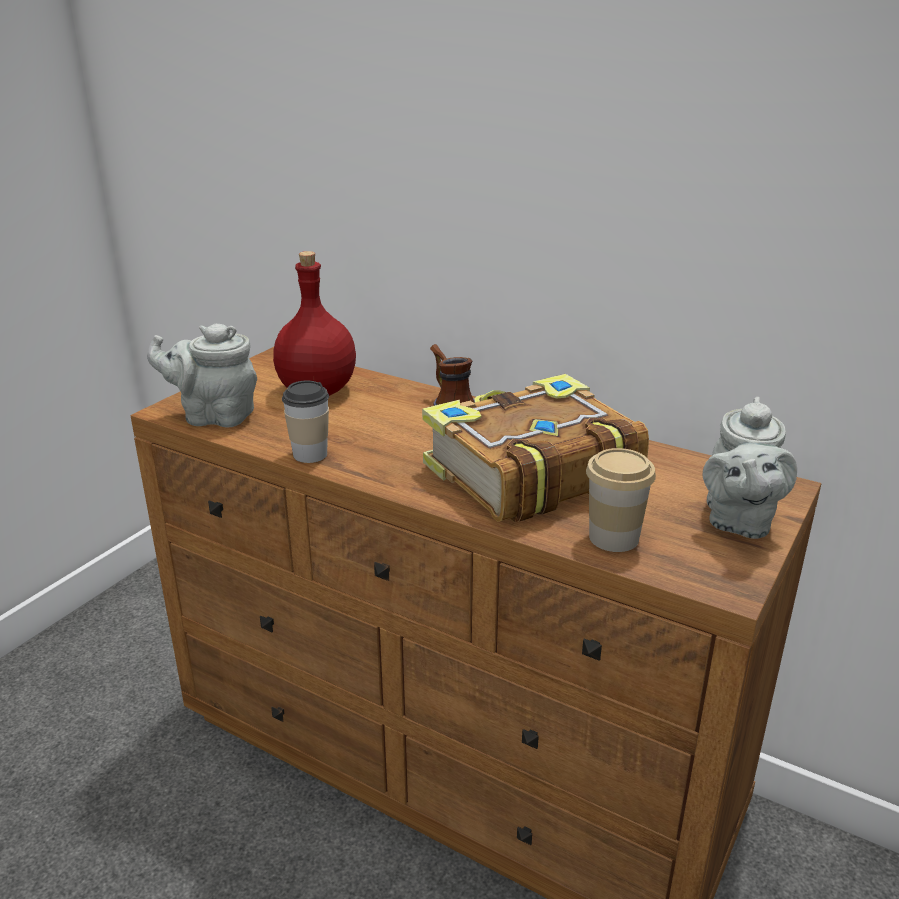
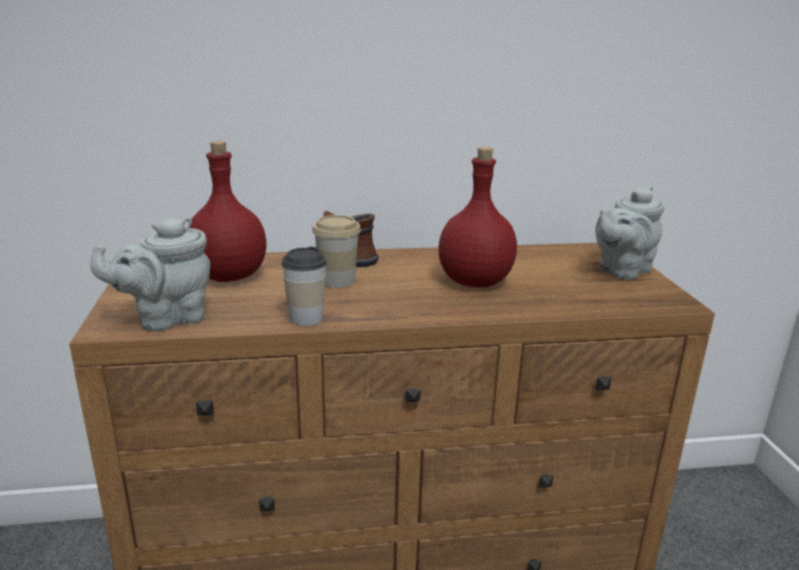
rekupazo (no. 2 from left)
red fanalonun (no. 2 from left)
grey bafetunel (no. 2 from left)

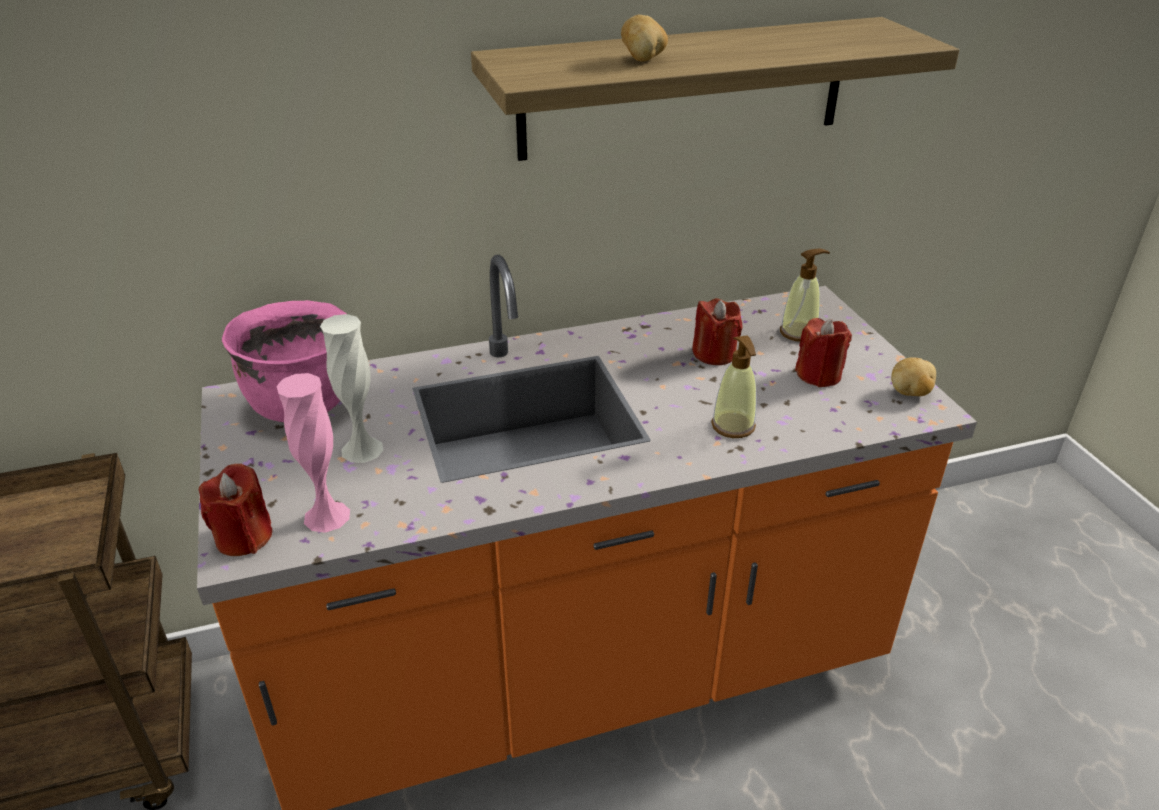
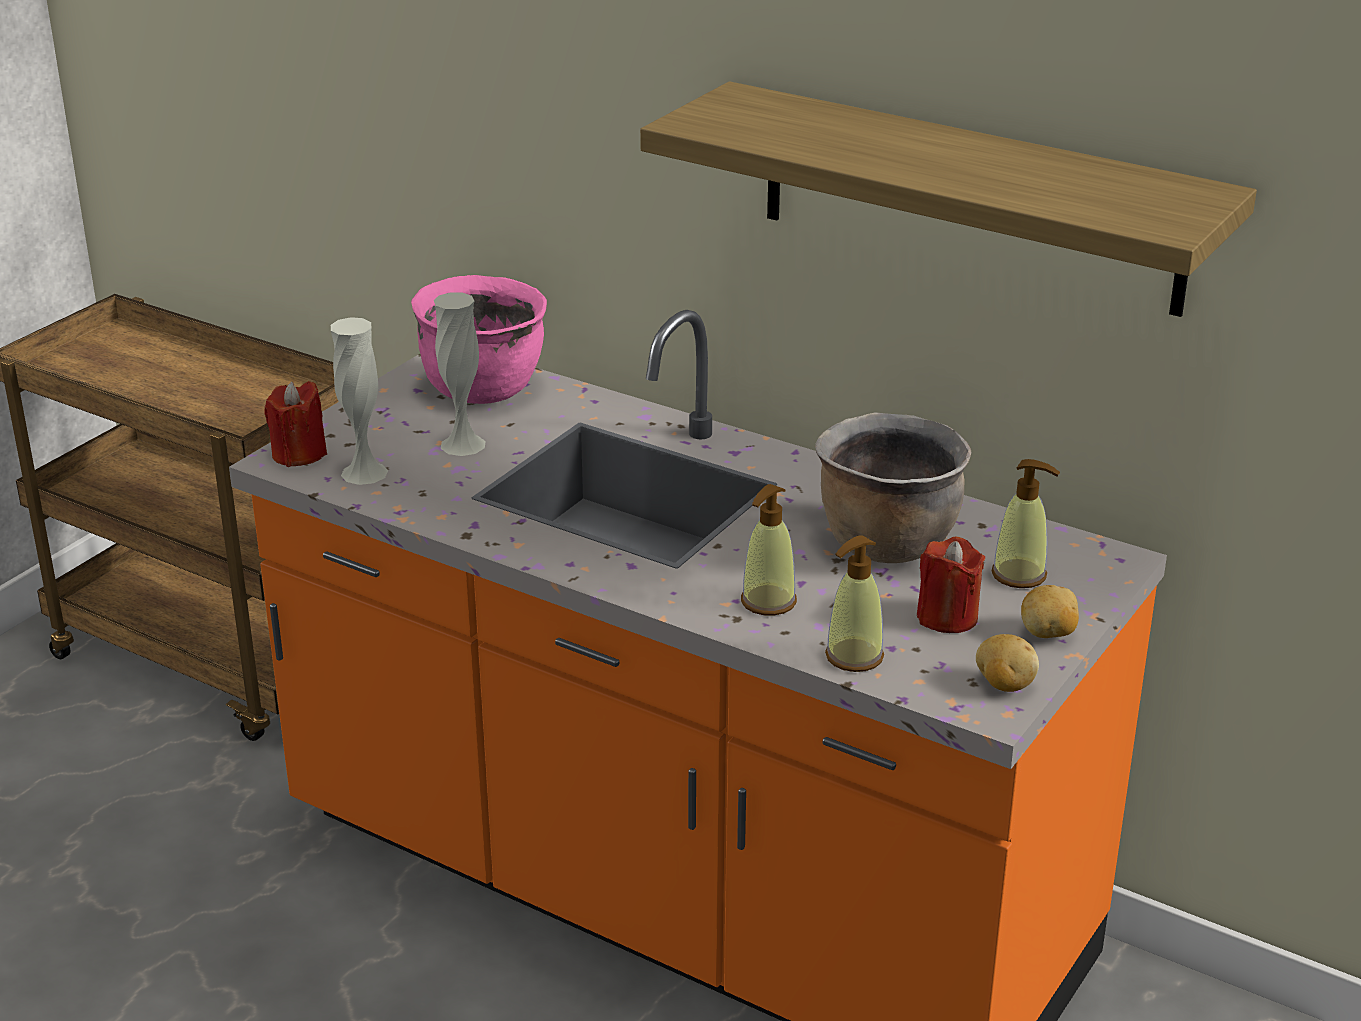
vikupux (no. 2 from left)
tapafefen (no. 2 from left)
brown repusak
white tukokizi (no. 1 from left)

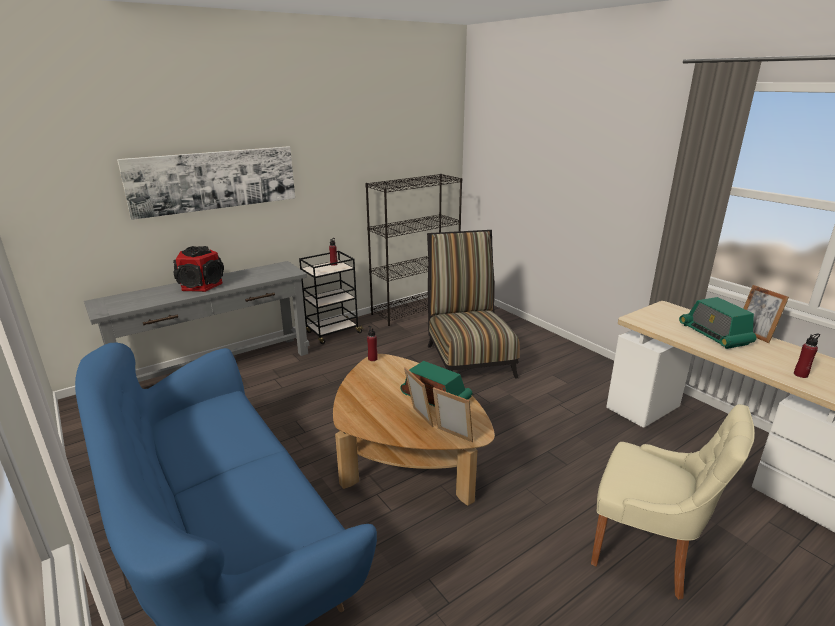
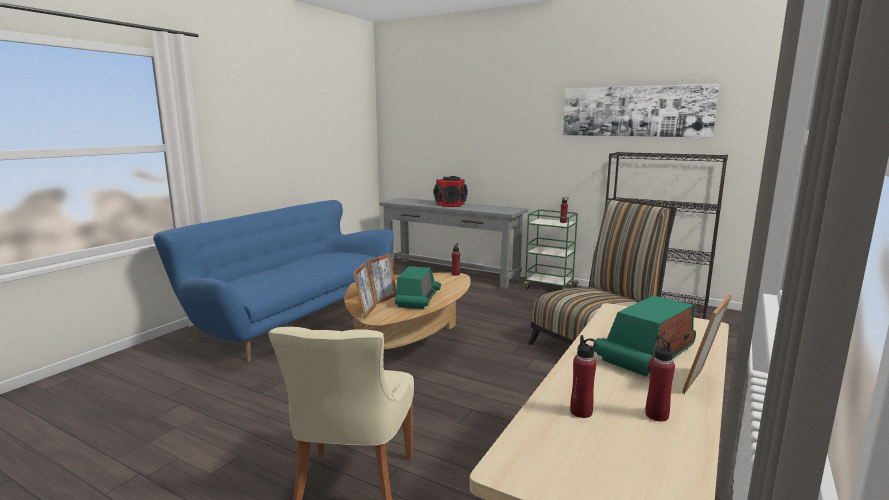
red fanalonun (no. 4 from left)
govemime
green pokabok

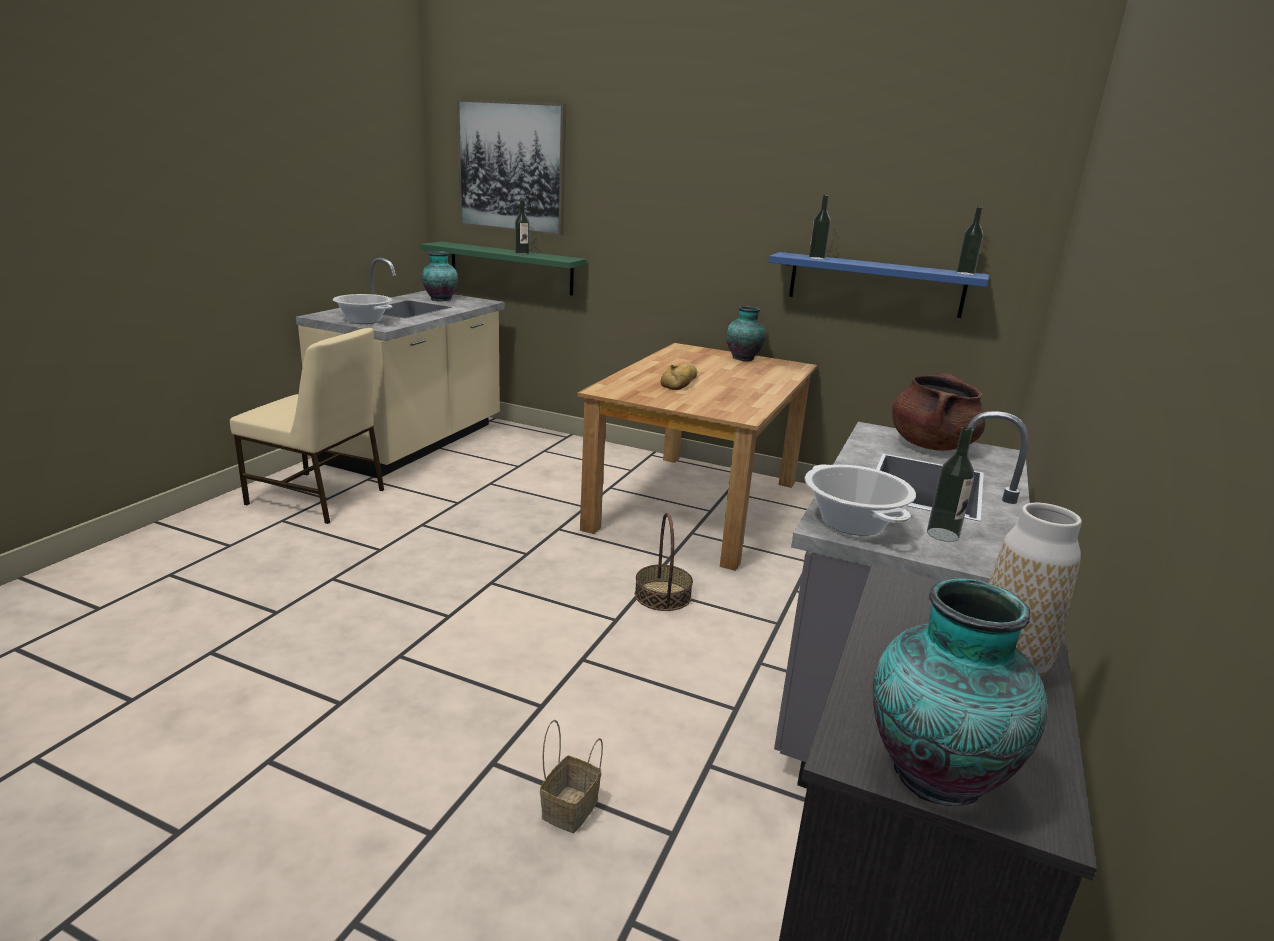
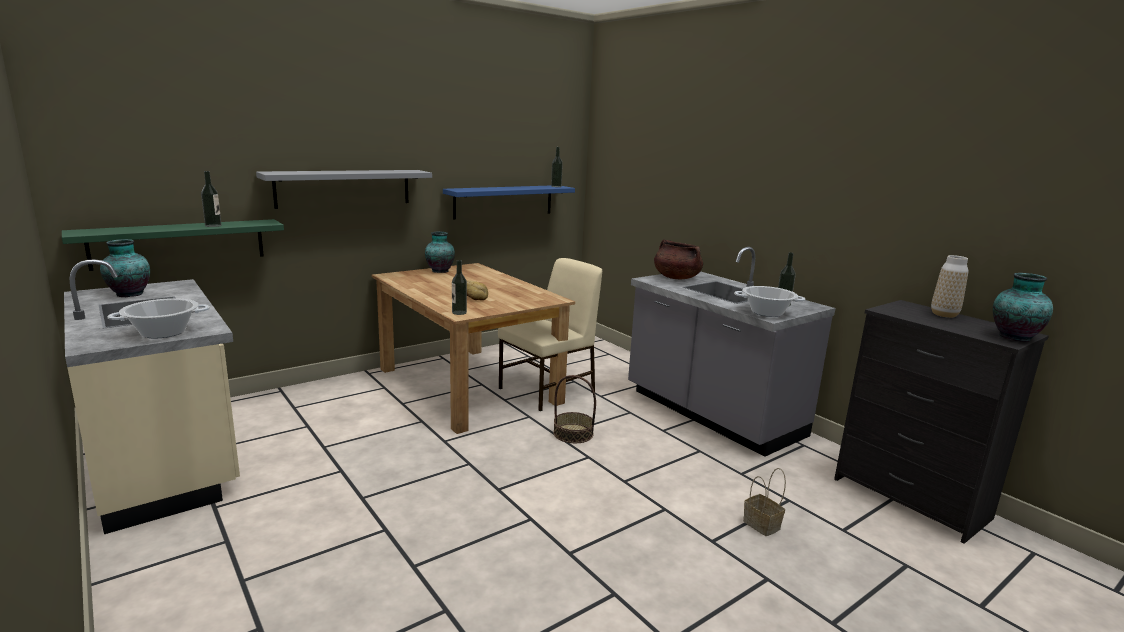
govemime
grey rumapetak
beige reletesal
fanalonun (no. 2 from left)

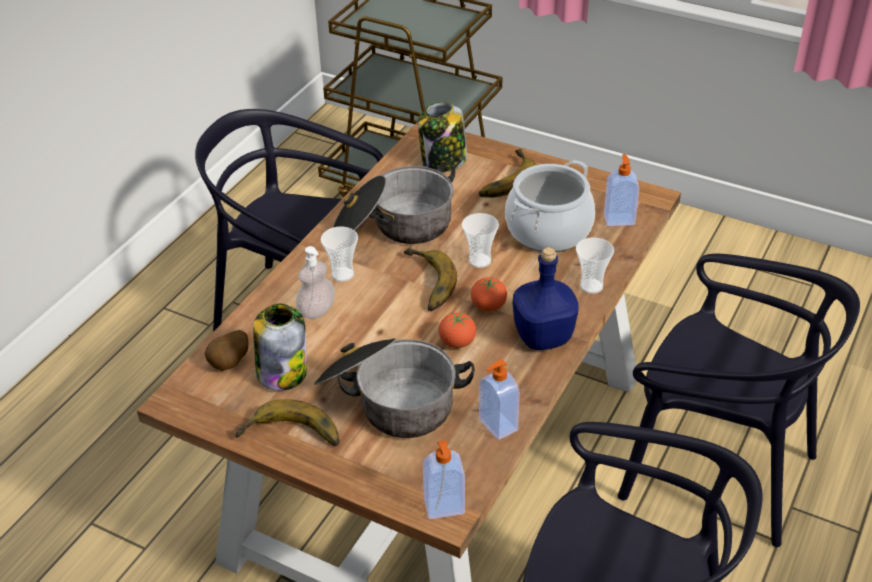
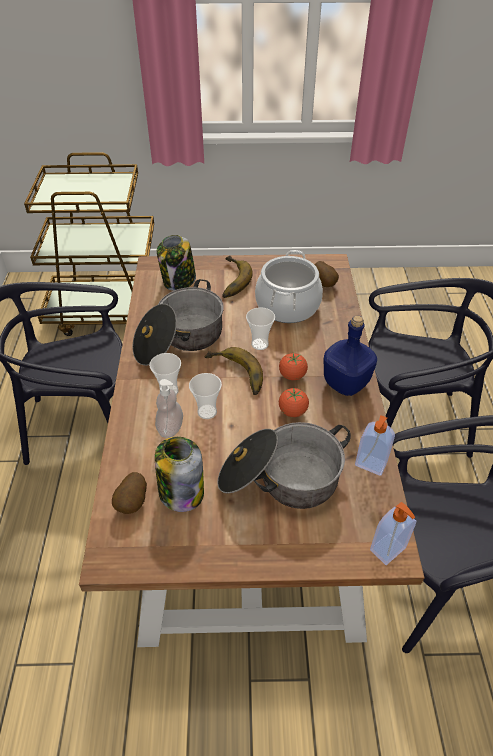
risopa (no. 1 from left in the first image)
rekupazo (no. 2 from left)
tapafefen (no. 2 from left)

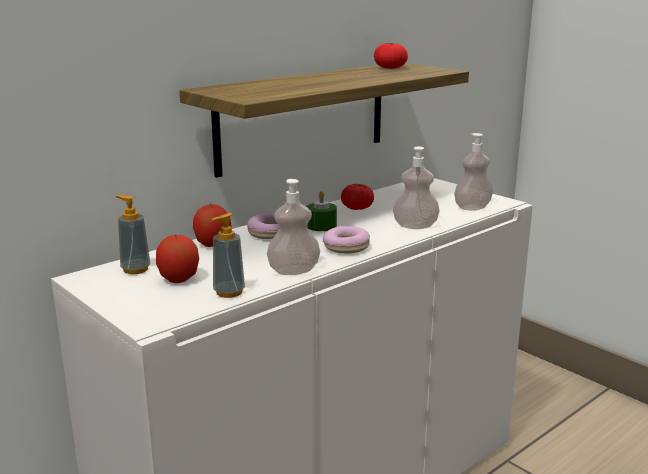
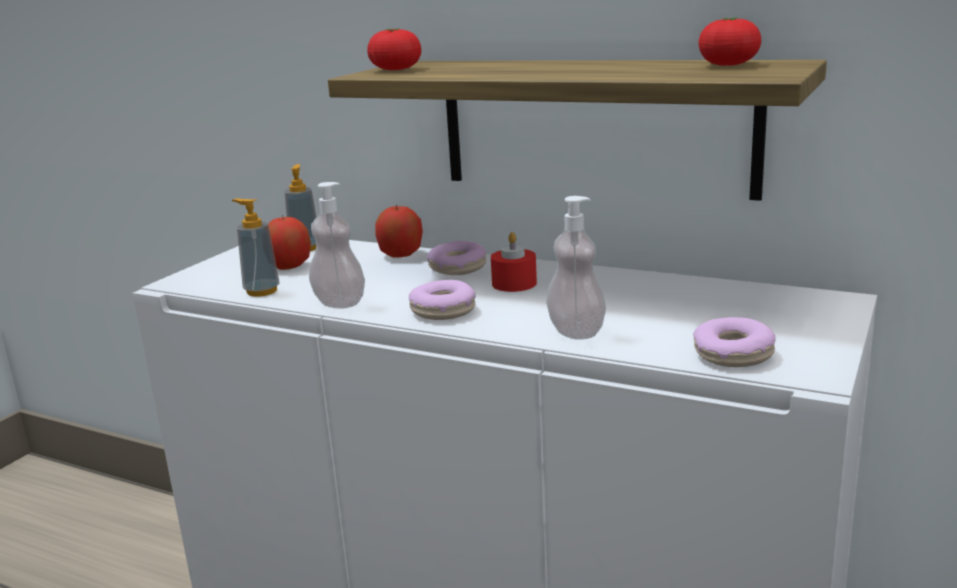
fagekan (no. 1 from left)
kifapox (no. 3 from left)
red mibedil

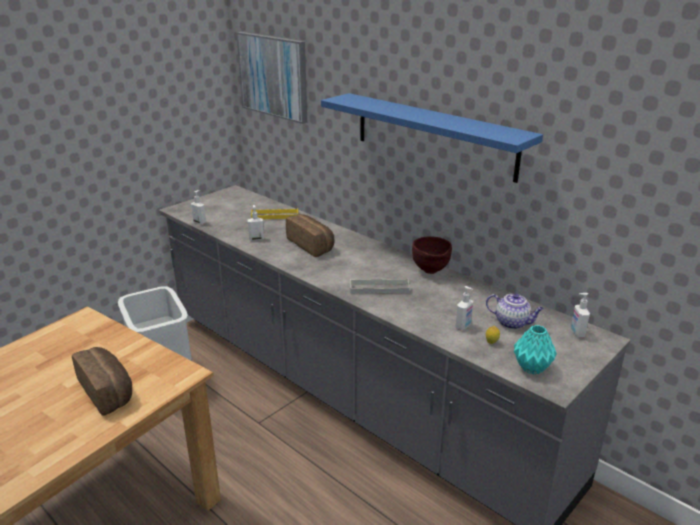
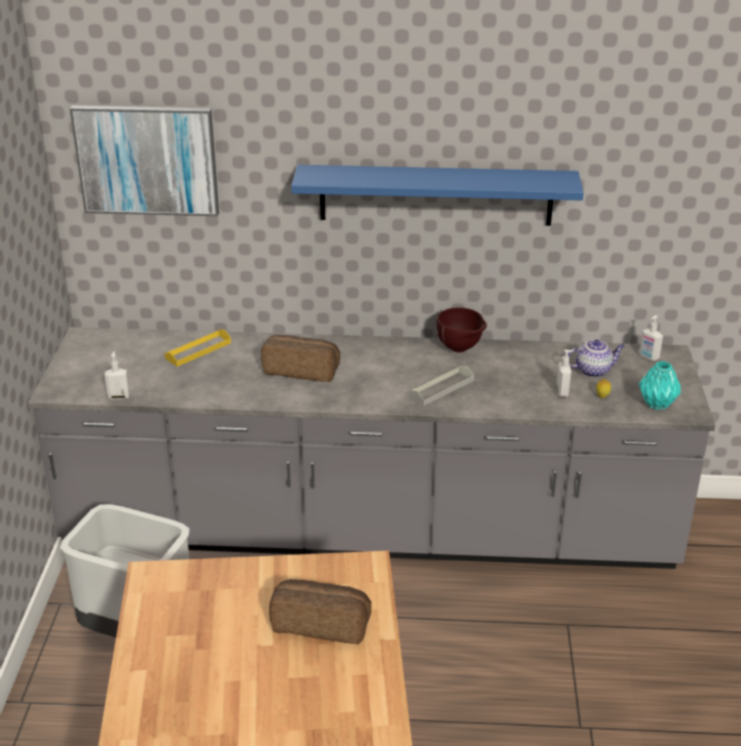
vikupux (no. 2 from left in the first image)

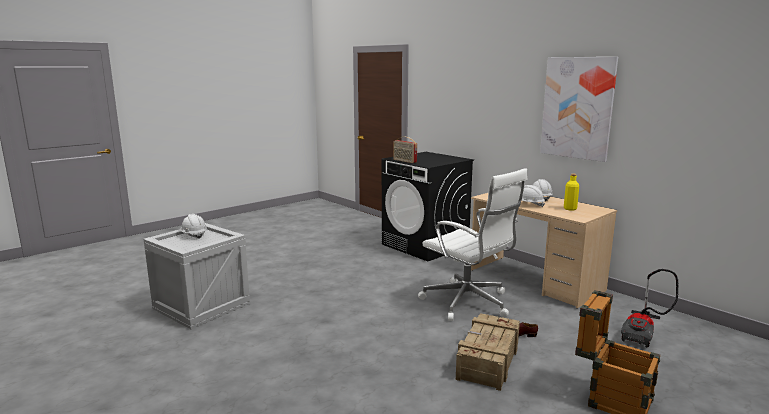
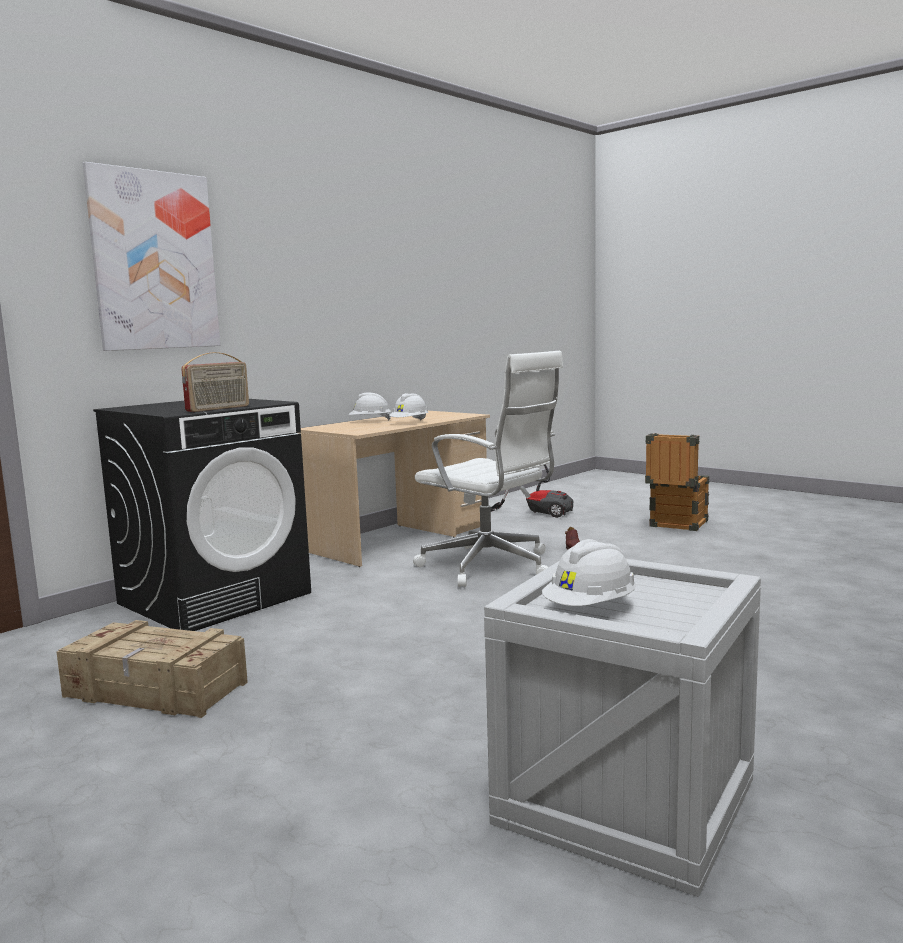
yellow fanalonun
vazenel (no. 1 from left)
govemime
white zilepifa

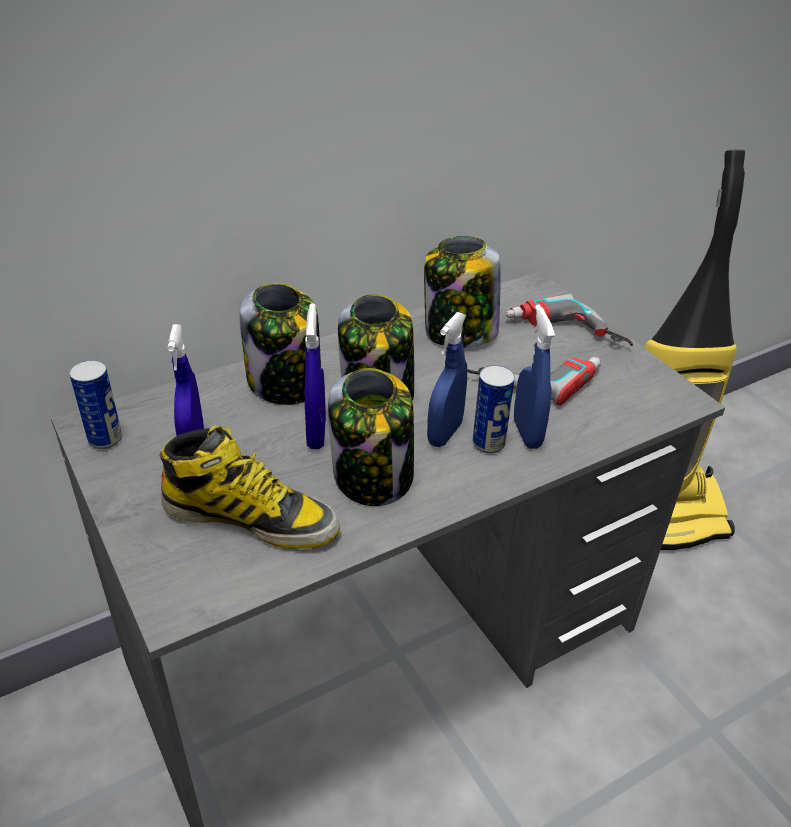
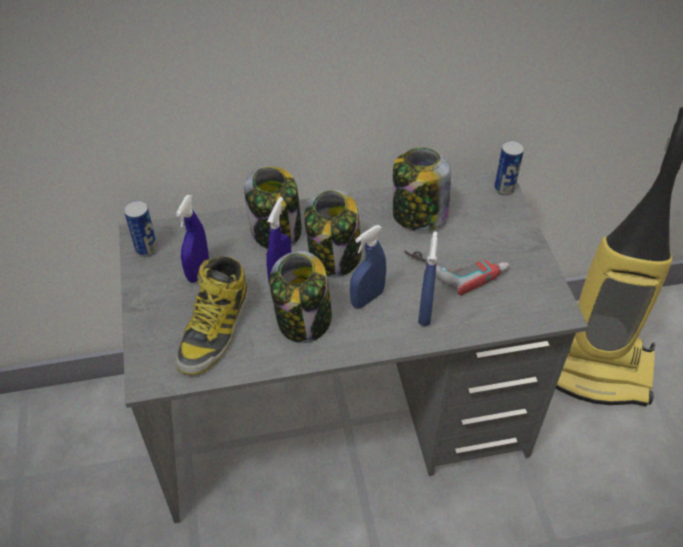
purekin (no. 2 from left in the first image)
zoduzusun (no. 2 from left)
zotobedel

